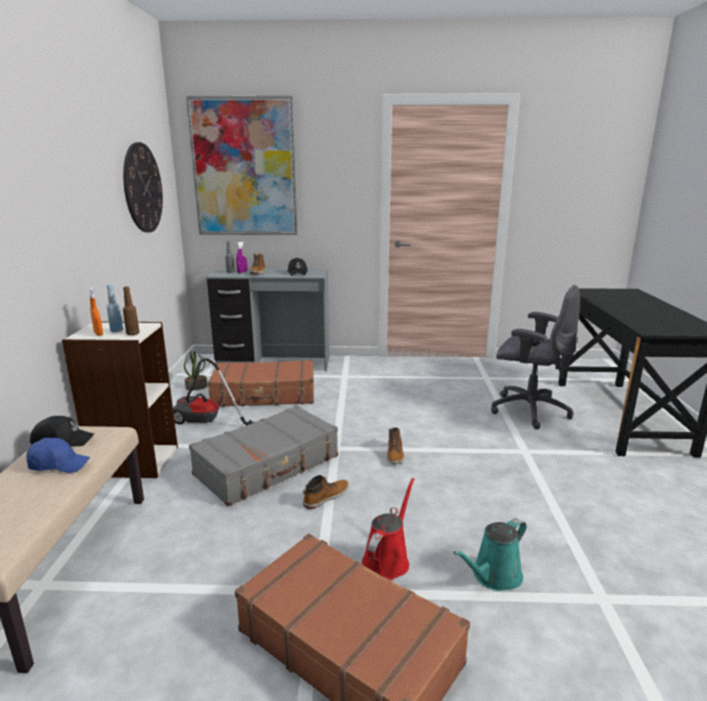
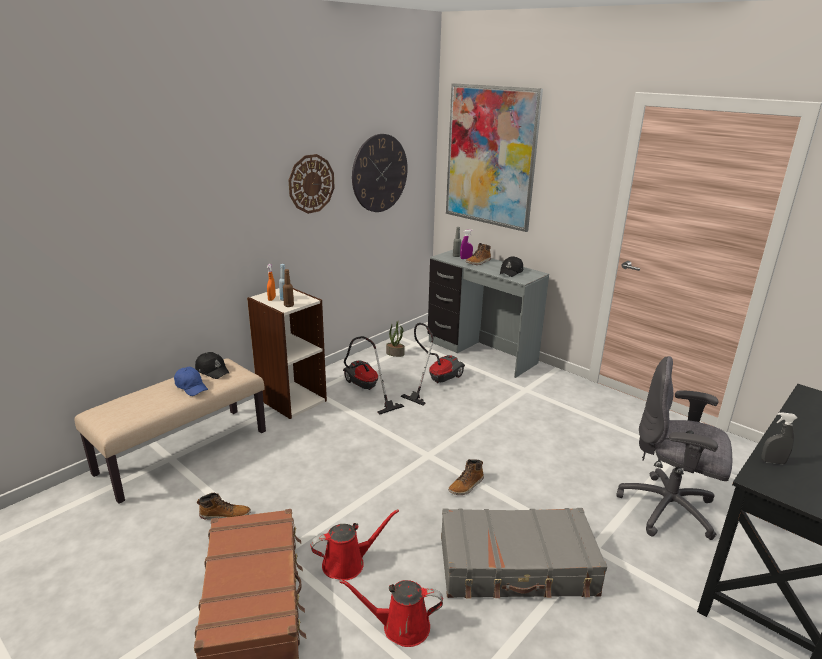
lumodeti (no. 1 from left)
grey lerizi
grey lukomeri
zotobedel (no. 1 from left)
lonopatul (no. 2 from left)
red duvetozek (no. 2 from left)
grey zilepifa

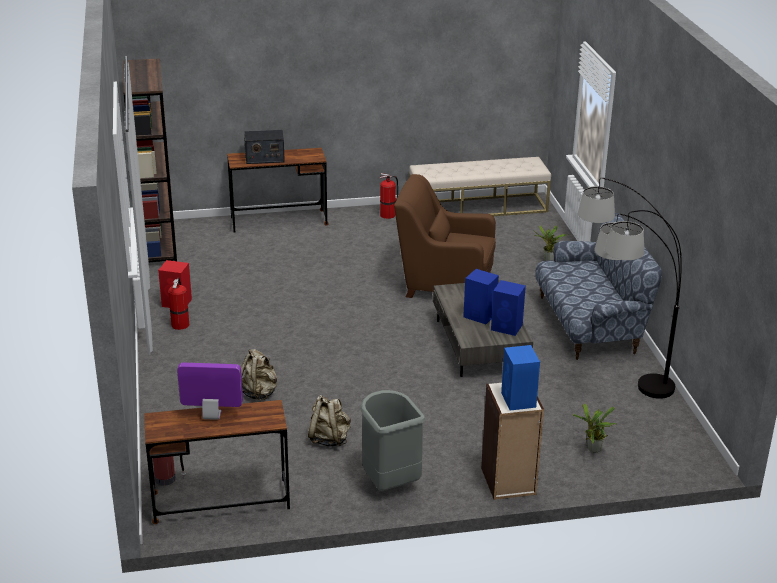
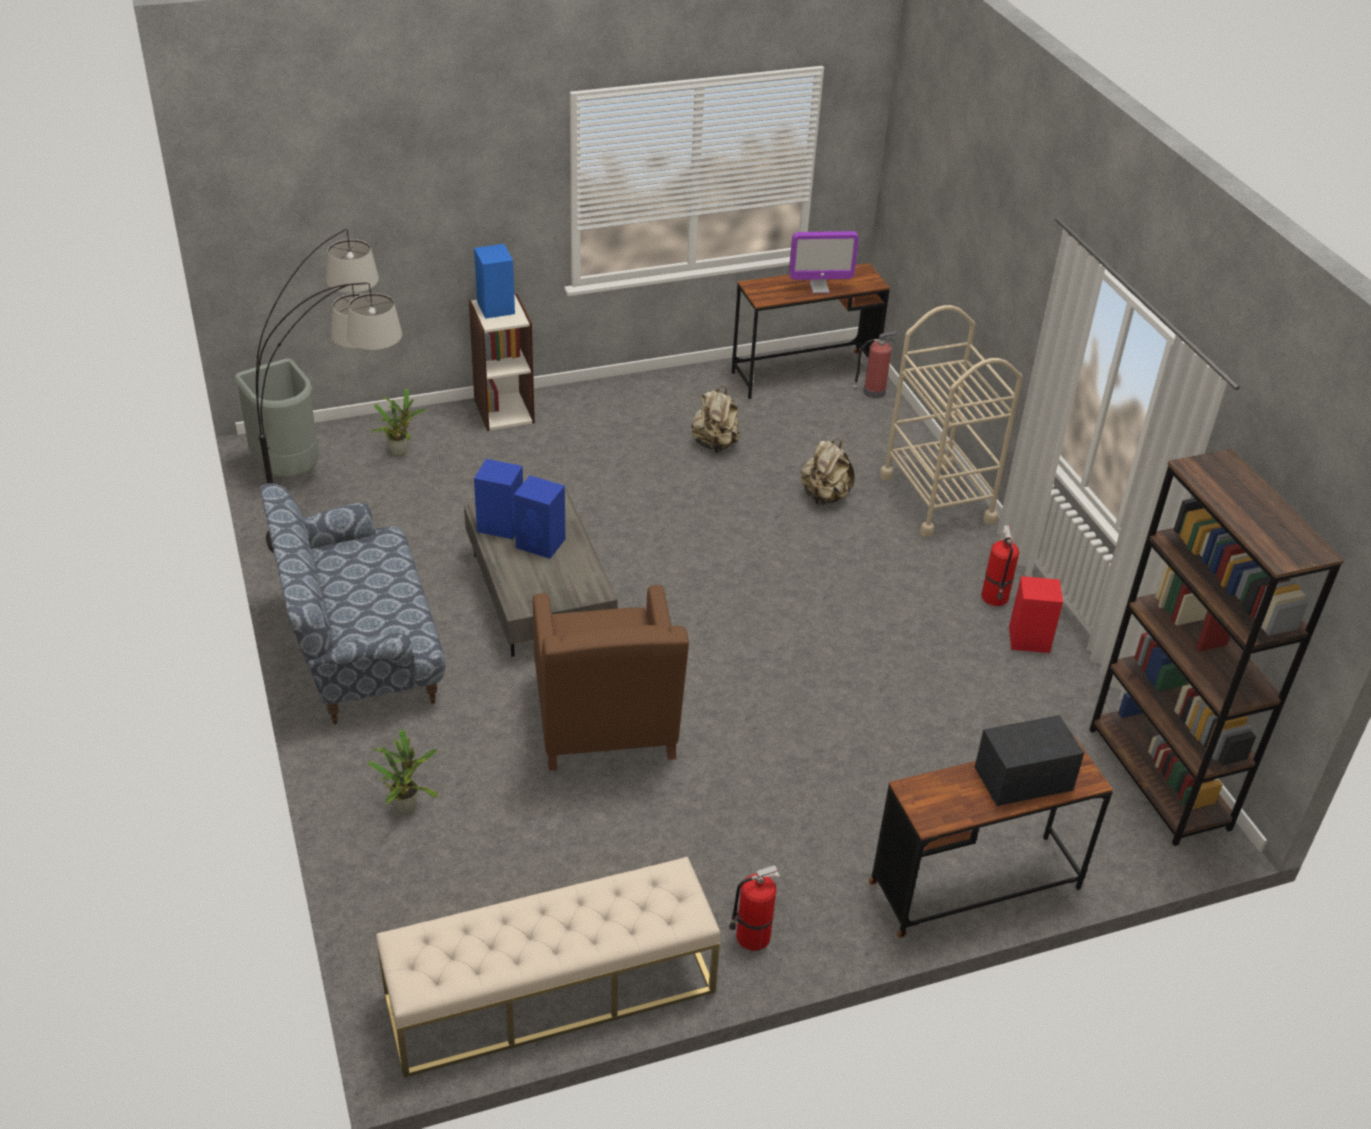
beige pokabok
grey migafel
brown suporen

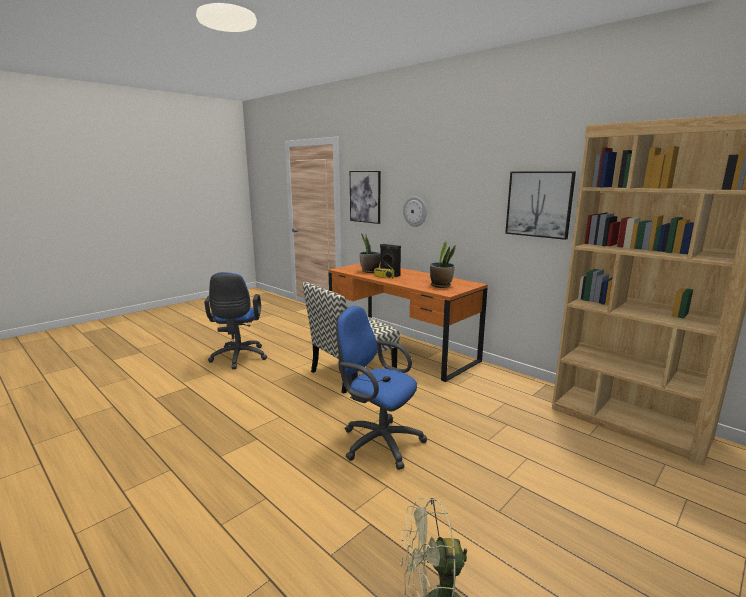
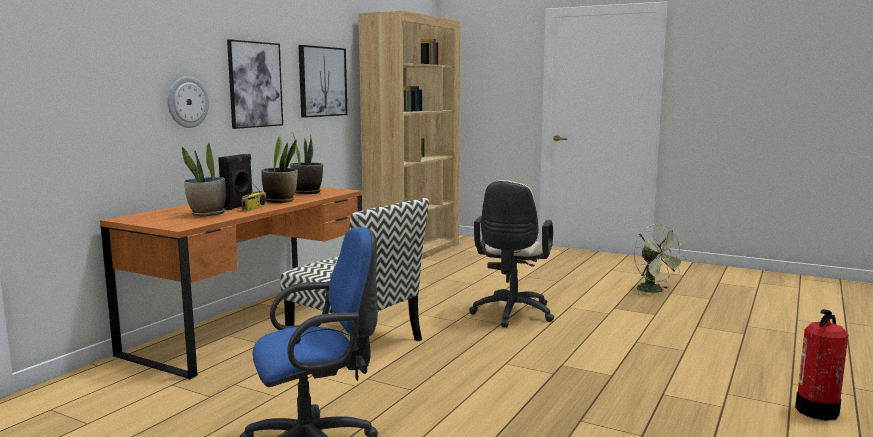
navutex (no. 2 from left)
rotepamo
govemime (no. 1 from left)
beige zilepifa

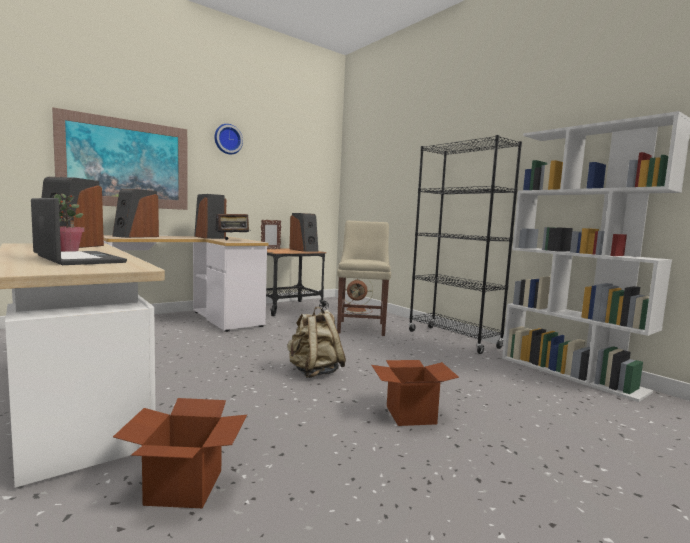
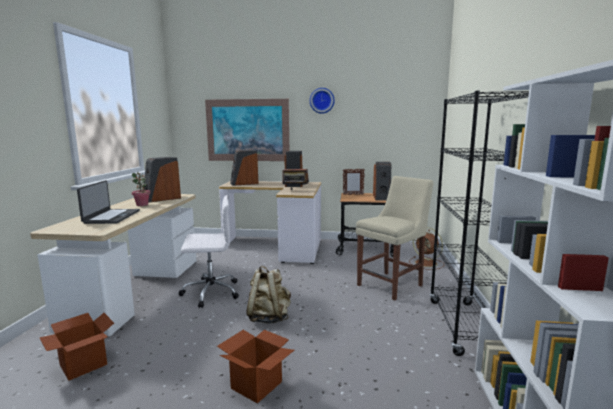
white zilepifa

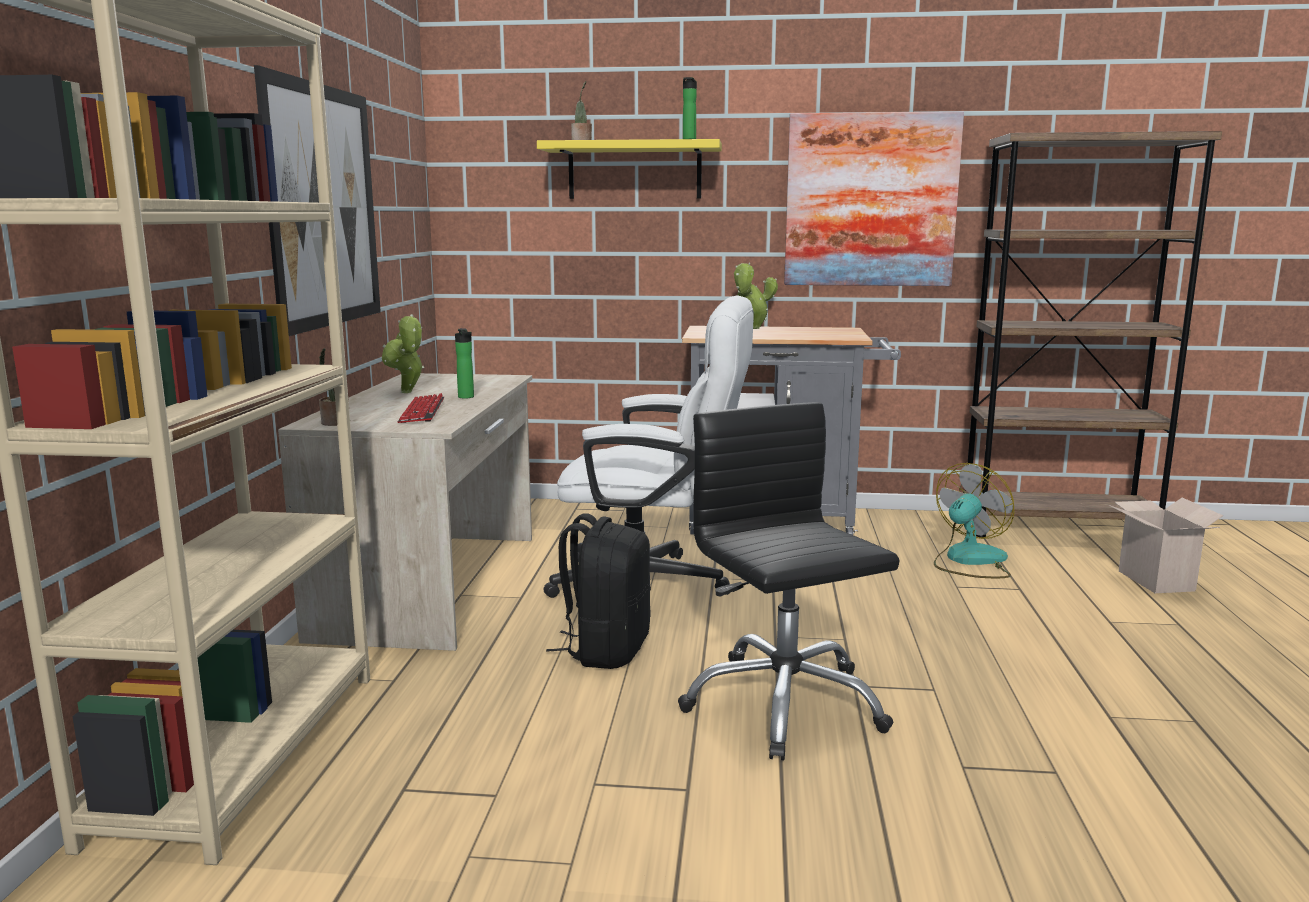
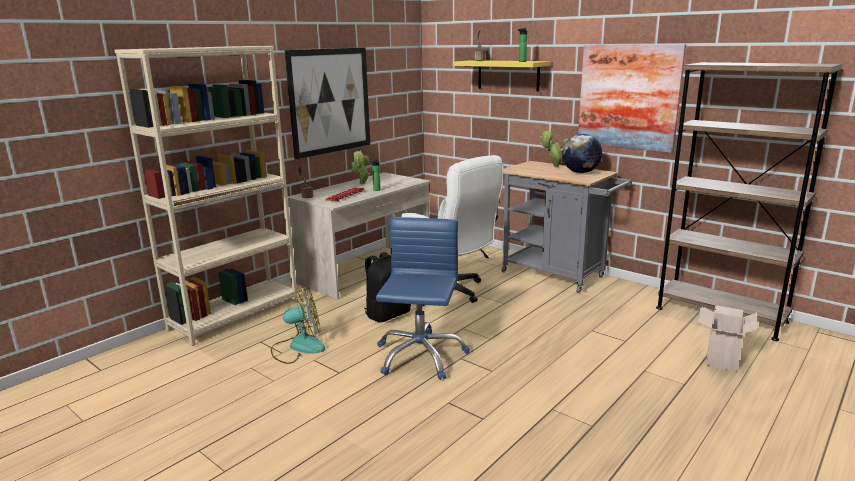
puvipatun
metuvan
blue zilepifa

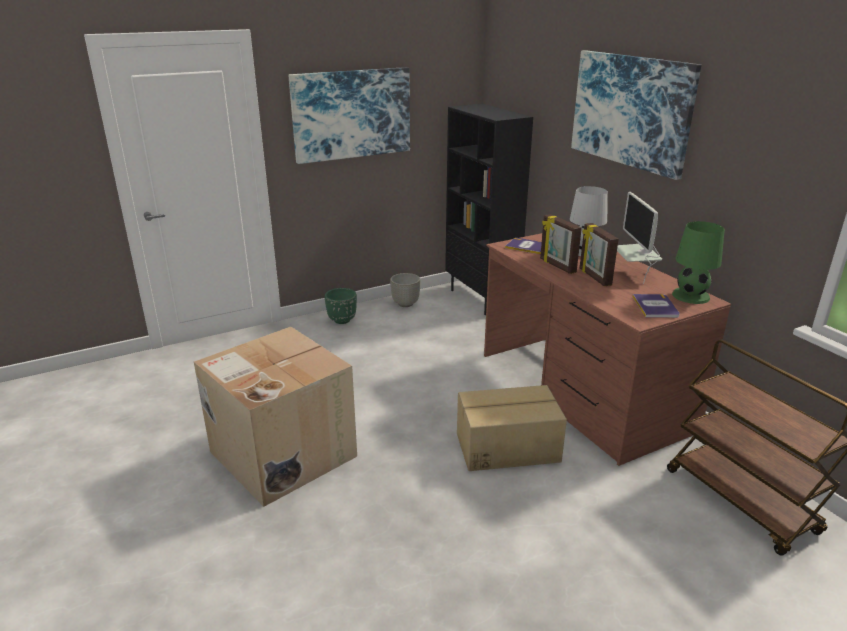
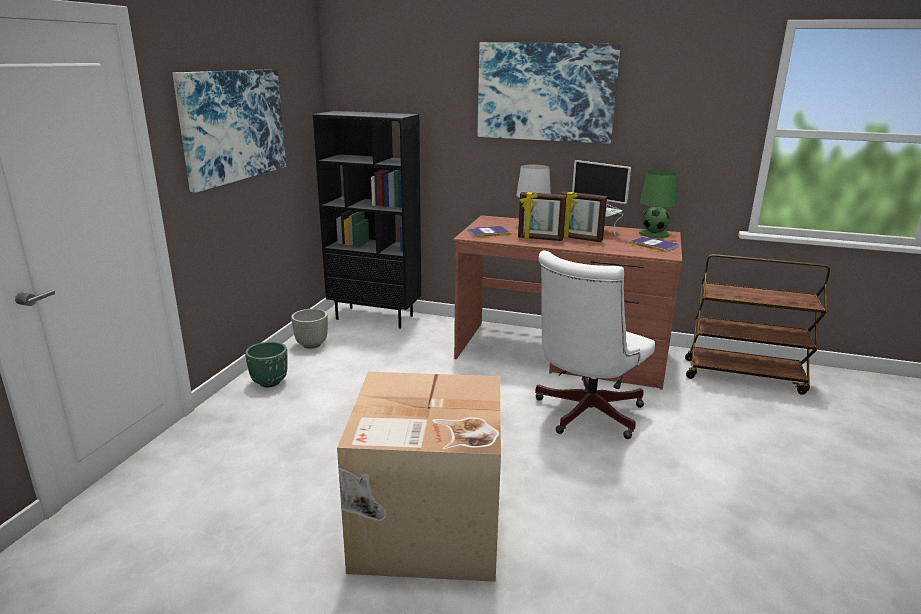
white zilepifa

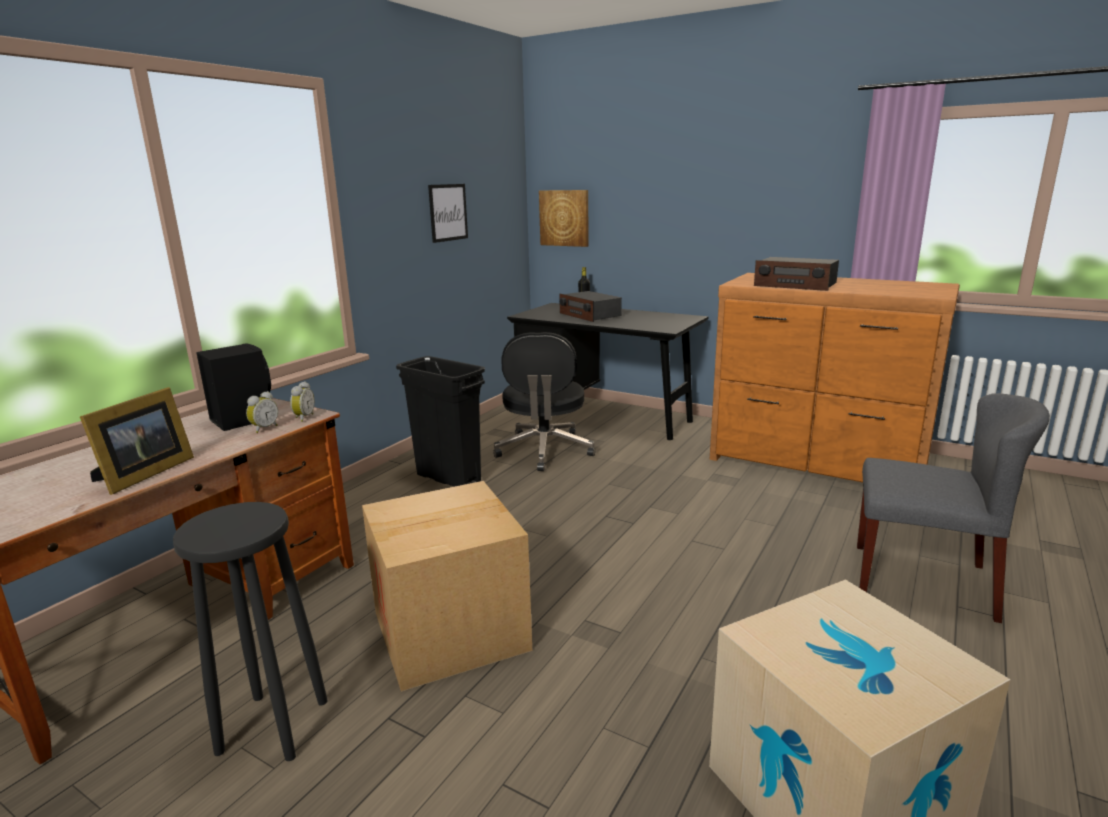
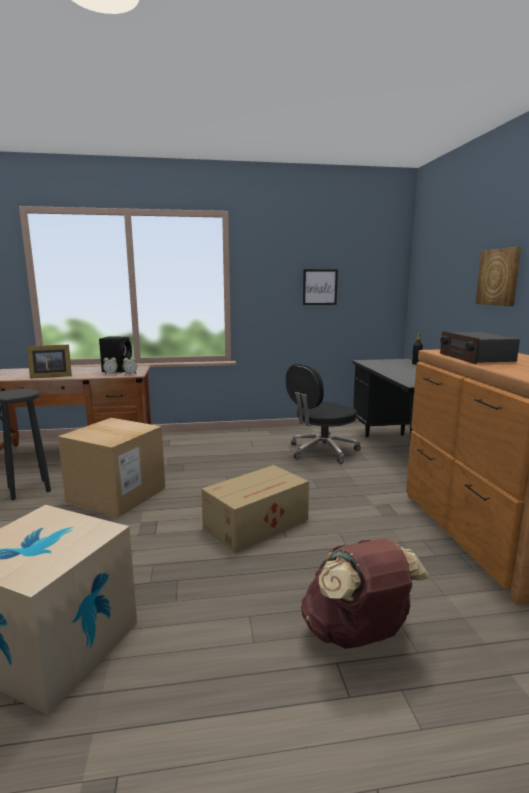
black migafel
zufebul (no. 1 from left in the first image)
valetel (no. 3 from left)
govemime (no. 2 from left)
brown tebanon

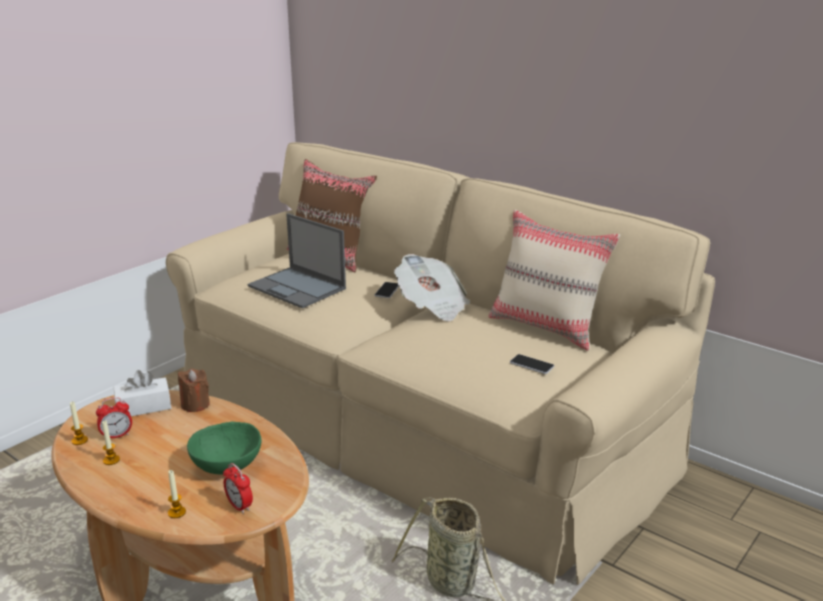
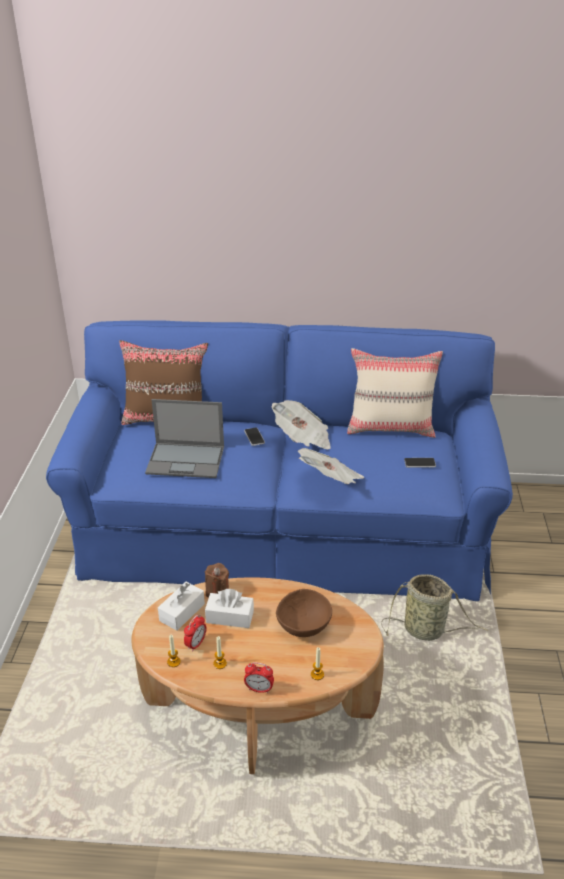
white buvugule (no. 2 from left)
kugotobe (no. 2 from left)
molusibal (no. 2 from left)
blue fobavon
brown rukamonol

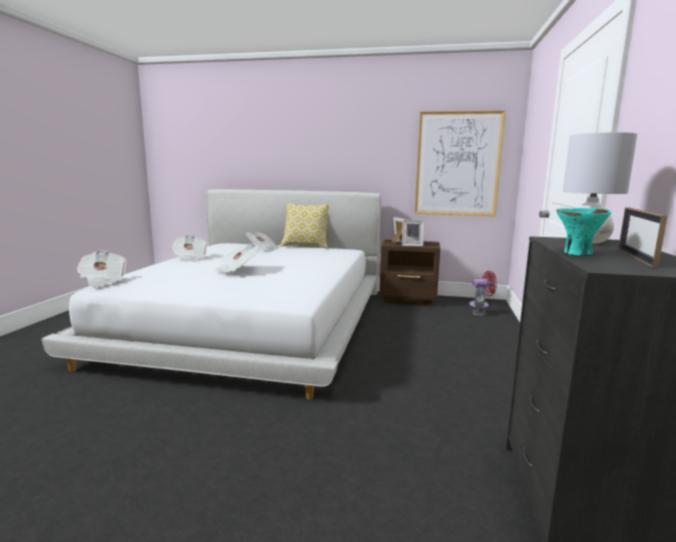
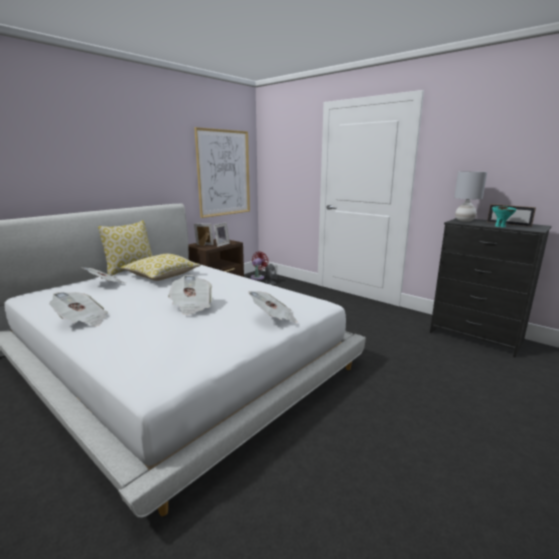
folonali (no. 2 from left)
kugotobe (no. 4 from left)

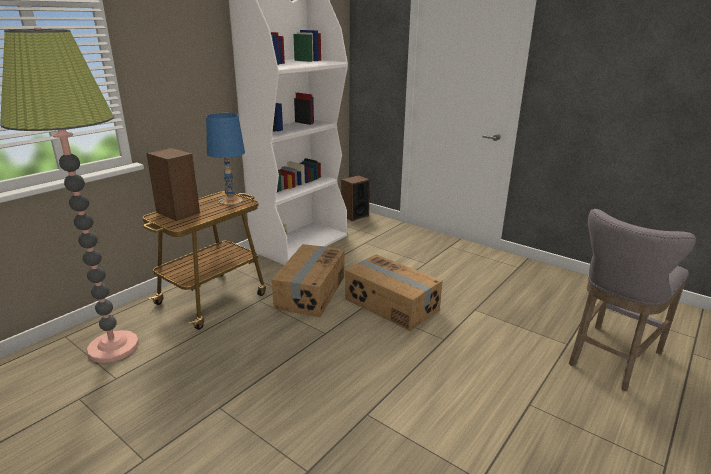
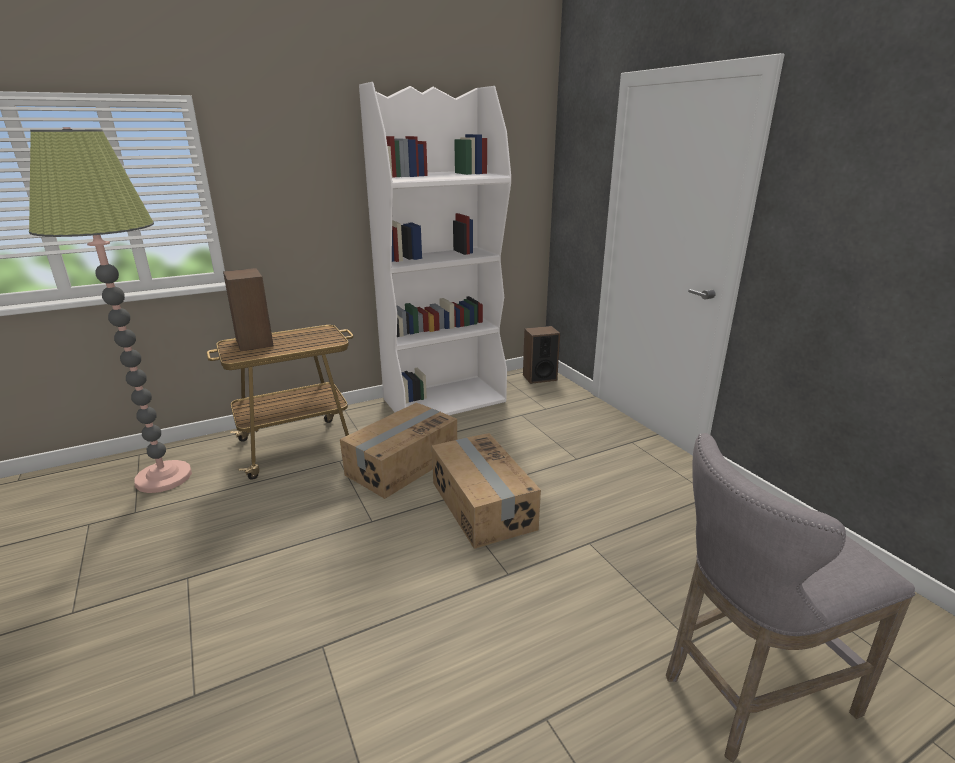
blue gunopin

